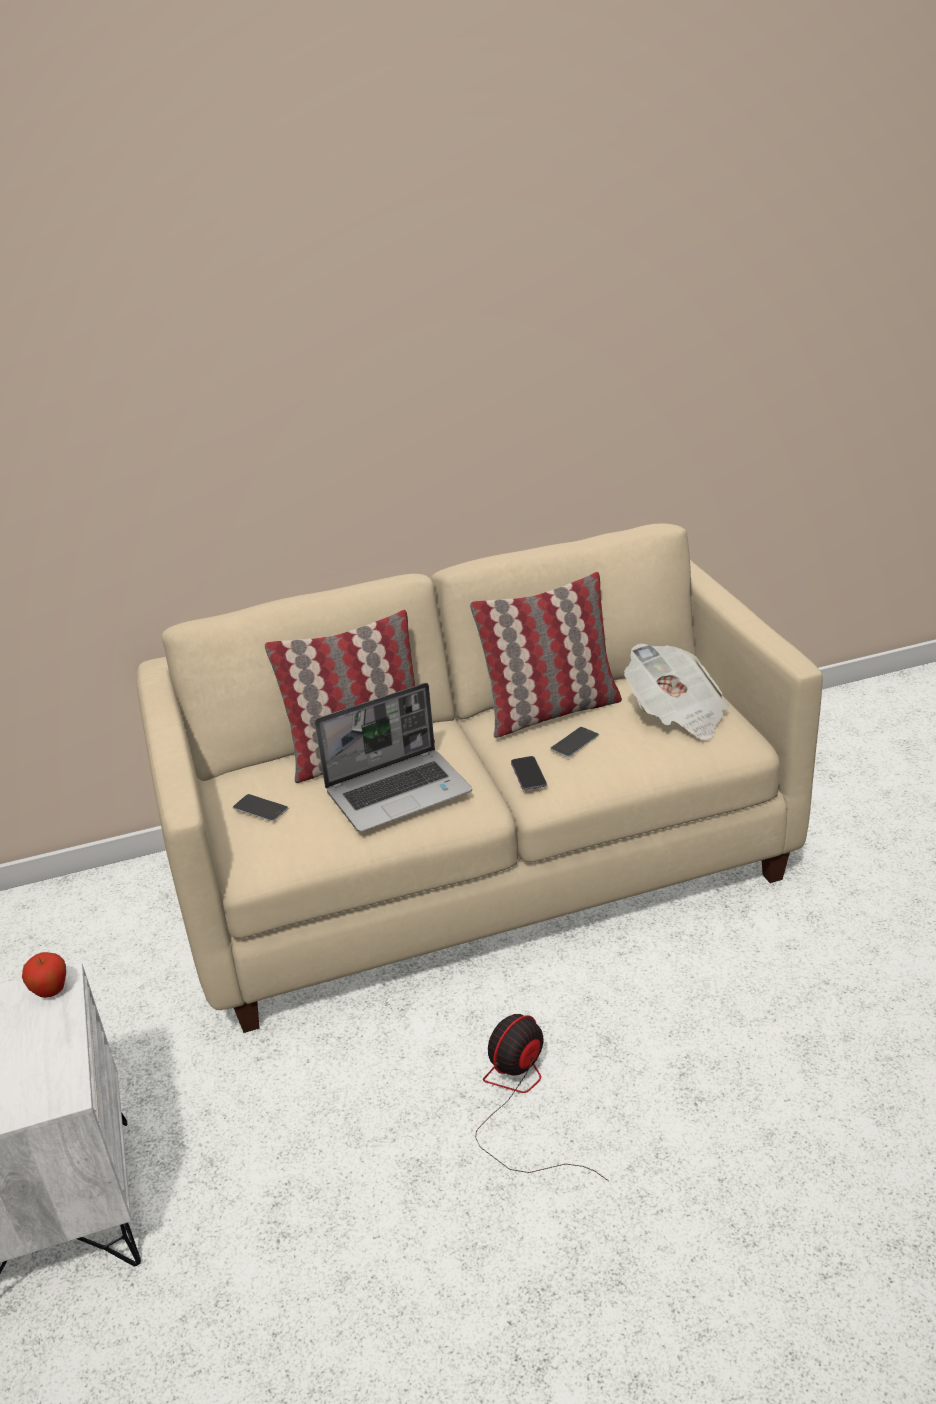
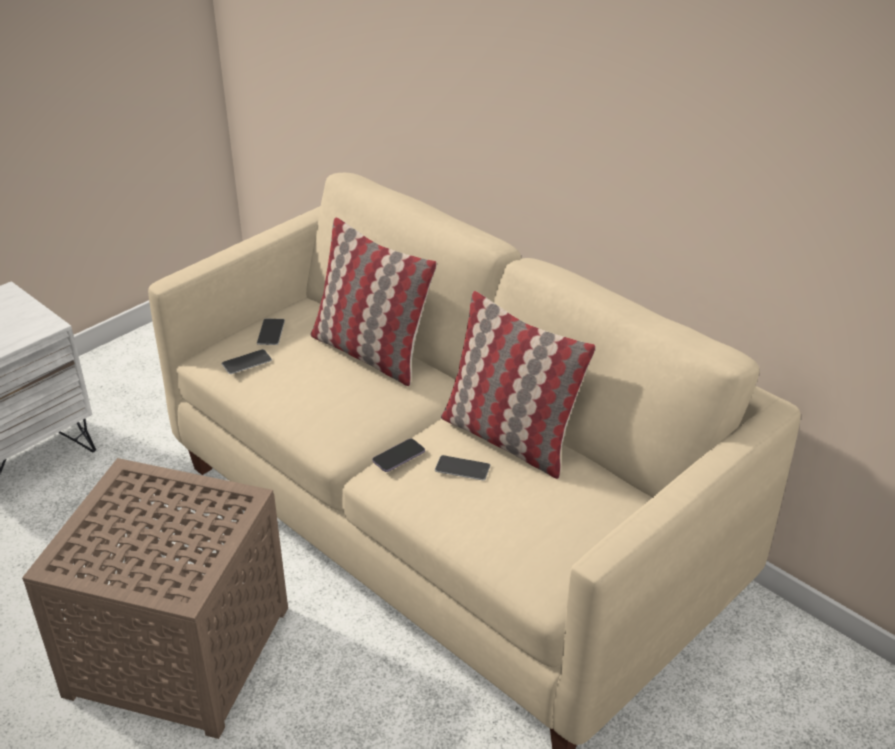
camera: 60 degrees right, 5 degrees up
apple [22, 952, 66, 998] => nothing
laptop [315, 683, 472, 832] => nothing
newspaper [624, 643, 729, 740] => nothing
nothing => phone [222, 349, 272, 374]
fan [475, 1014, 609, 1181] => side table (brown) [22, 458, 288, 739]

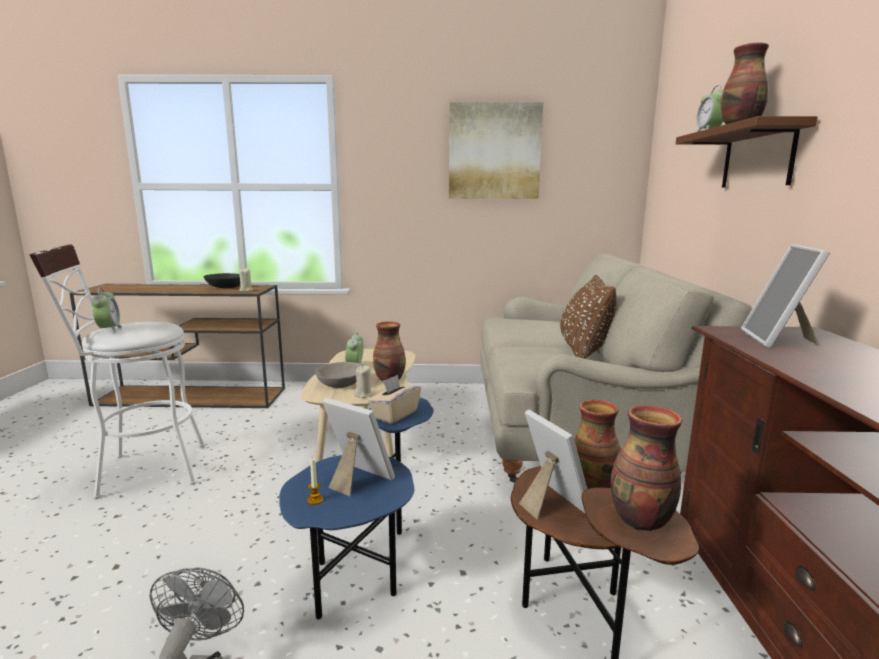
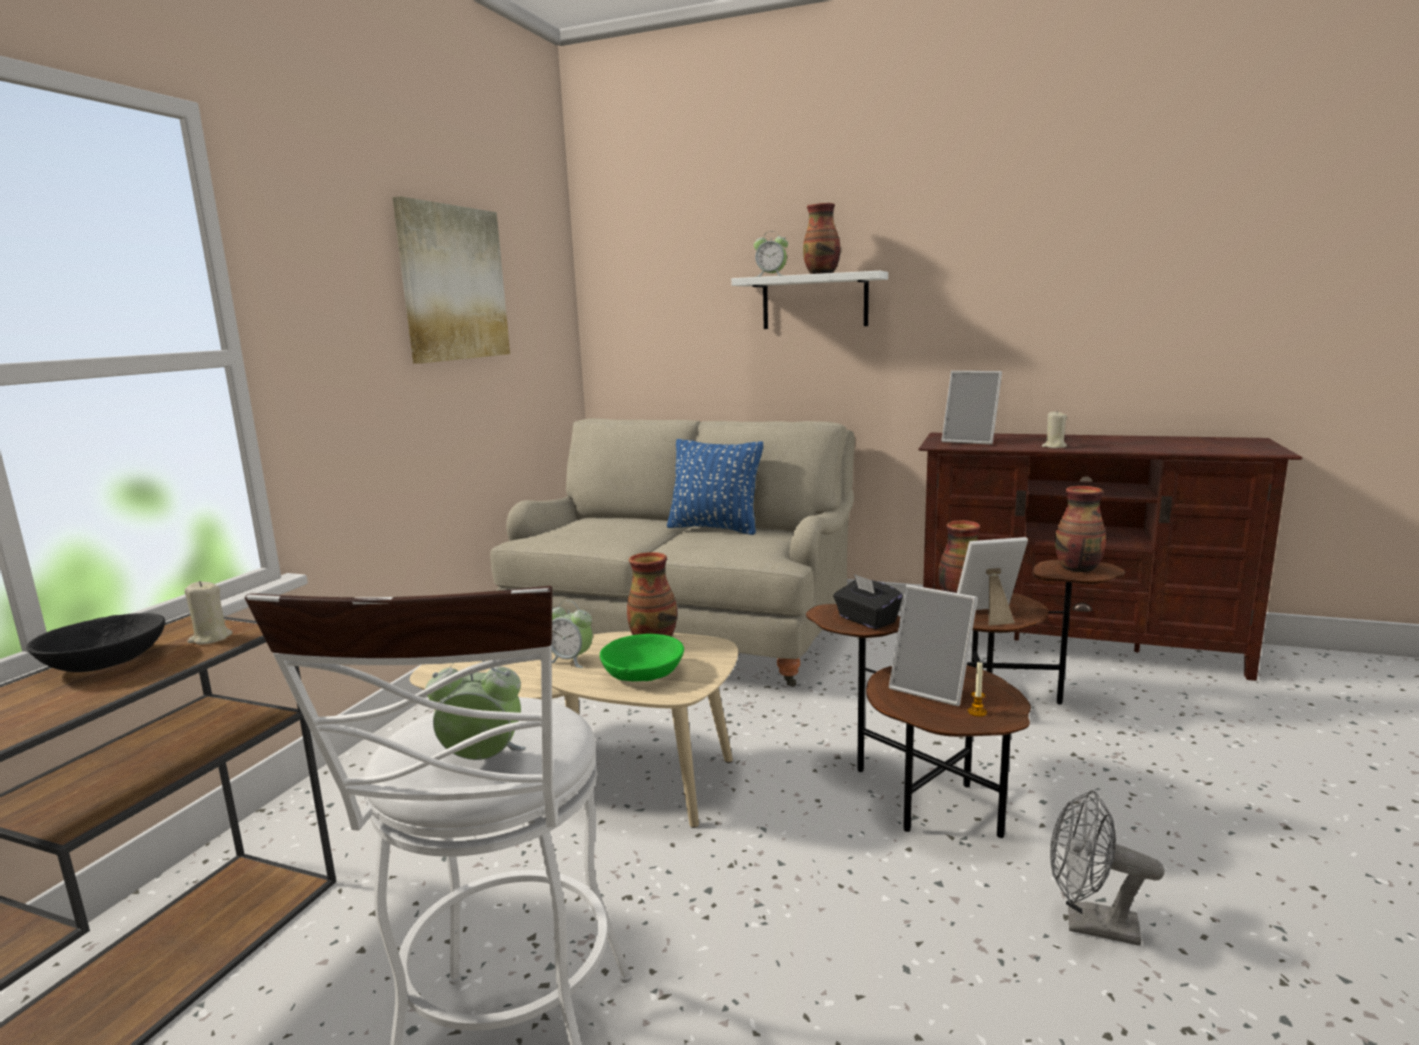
camera: 70 degrees left, 0 degrees up
candle (beige) [354, 366, 373, 398] => candle (beige) [1042, 411, 1067, 448], relocated
side table (blue) [279, 398, 434, 619] => side table (brown) [806, 604, 1031, 838]
bowl (grey) [315, 362, 364, 388] => bowl (green) [600, 634, 684, 681]
tissue box (beige) [368, 375, 421, 424] => tissue box (black) [833, 574, 903, 629]
pillow (brown) [560, 275, 617, 359] => pillow (blue) [667, 439, 763, 535]
shelf (brown) [676, 116, 818, 187] => shelf (white) [731, 271, 888, 329]
picture frame [322, 398, 395, 496] => picture frame [889, 585, 978, 706], 105 degrees counterclockwise

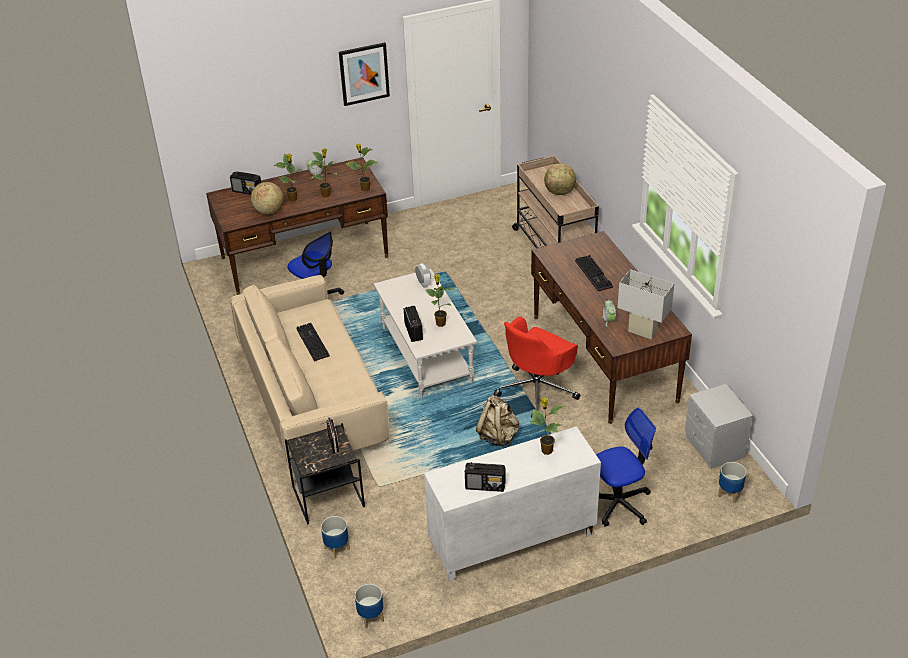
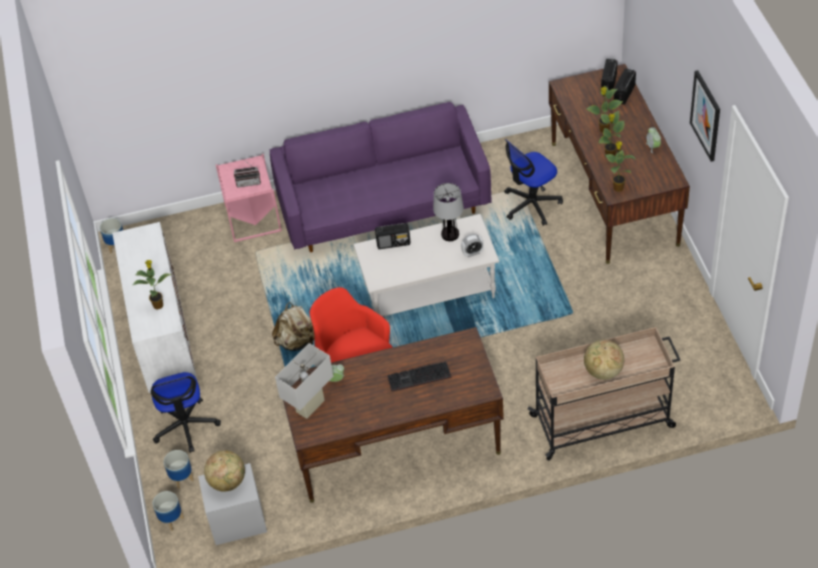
camera: 100 degrees right, 10 degrees up
keyboard [296, 323, 330, 361] => nothing
potted plant [425, 274, 454, 327] => nothing
nothing => table lamp [433, 183, 464, 241]
globe [251, 182, 284, 215] => globe [204, 450, 245, 492], relocated
planter [321, 516, 350, 559] => planter [164, 450, 194, 489], relocated
radio [465, 462, 505, 492] => radio [601, 59, 618, 90], relocated
sofa (beige) [230, 275, 390, 468] => sofa (purple) [269, 102, 492, 252]
side table (black) [285, 423, 365, 525] => side table (pink) [216, 154, 282, 242]

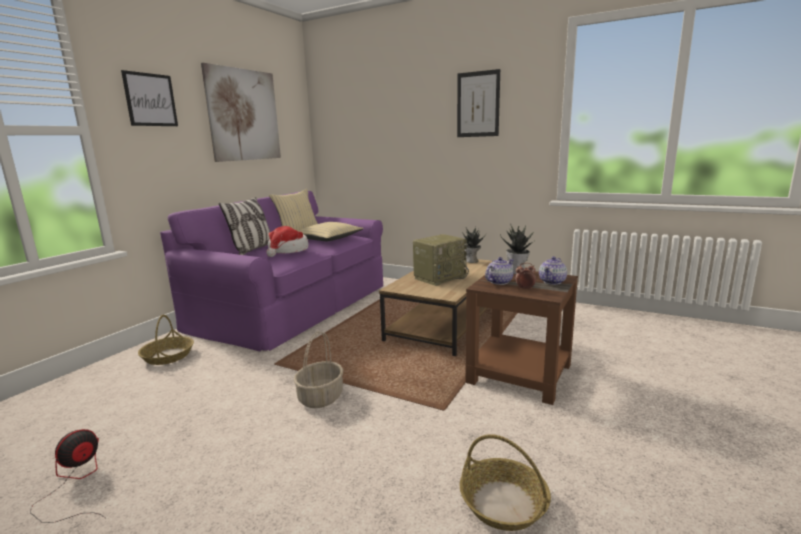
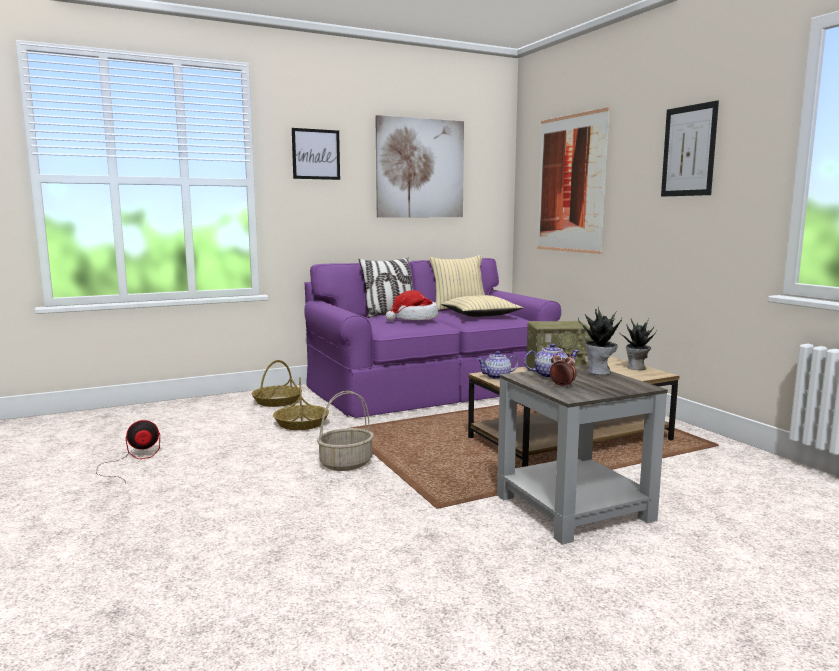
camera: 35 degrees right, 5 degrees down
nothing => picture [537, 107, 610, 254]
basket [460, 434, 551, 531] => basket [273, 377, 329, 430], relocated
teapot [539, 257, 567, 285] => teapot [477, 351, 518, 379], relocated
side table (brown) [465, 271, 578, 405] => side table (grey) [497, 364, 668, 545]

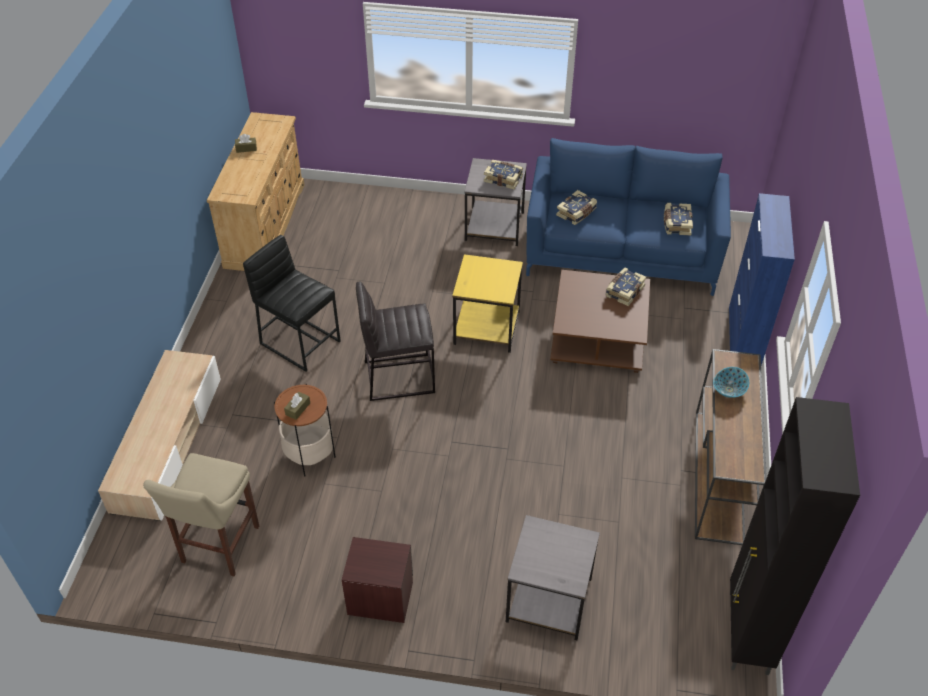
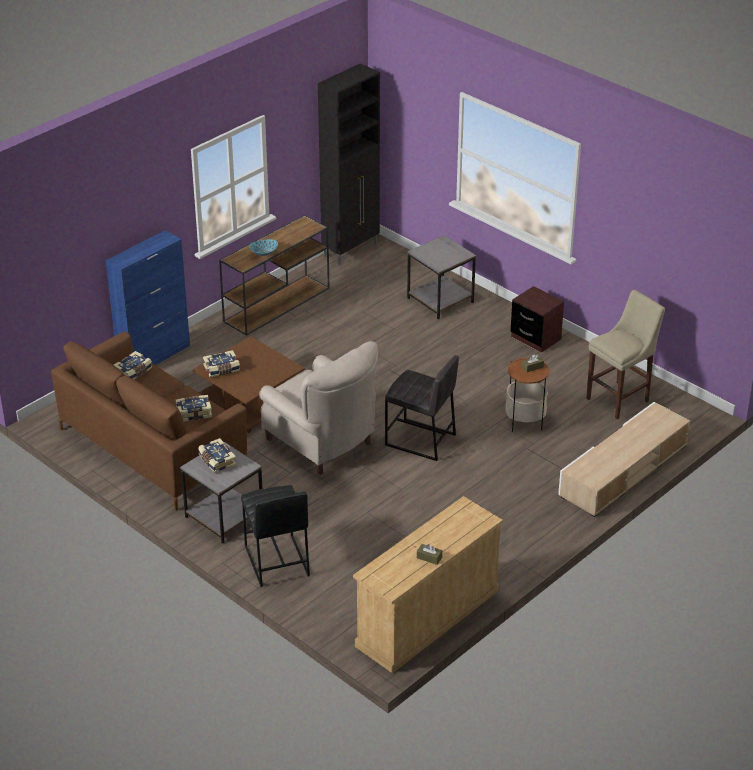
camera: 145 degrees left, 10 degrees down
stool (black) [243, 235, 341, 372] => stool (black) [241, 485, 310, 587], relocated
side table (yellow) [452, 254, 523, 353] => armchair (beige) [259, 341, 378, 475]
sofa (blue) [526, 138, 731, 296] => sofa (brown) [51, 331, 248, 511]

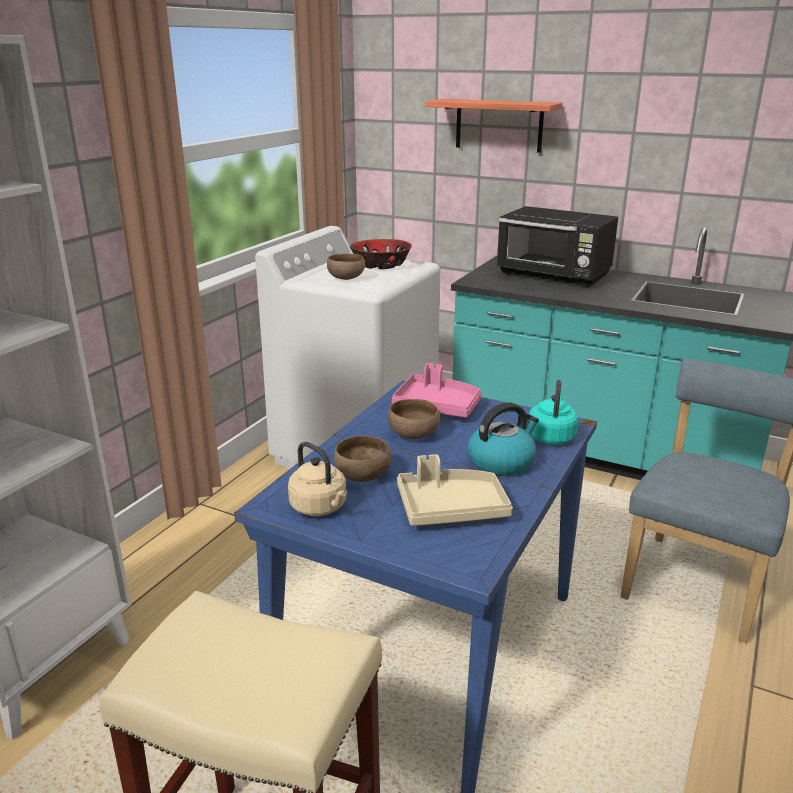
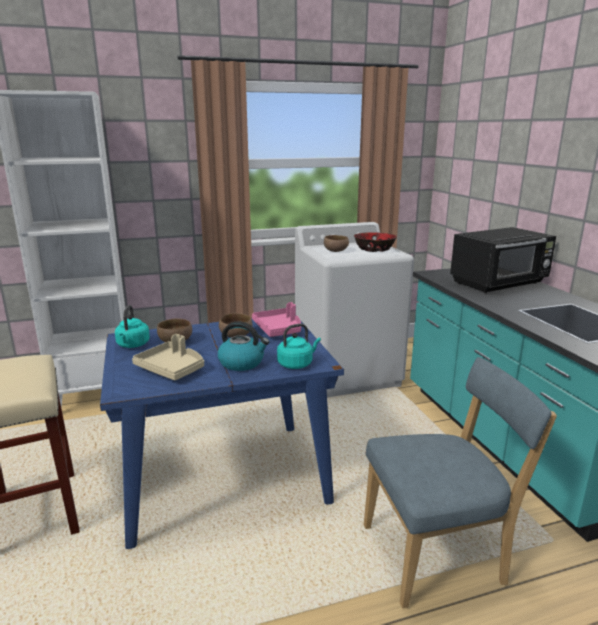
camera: 45 degrees right, 5 degrees down
shelf [426, 99, 563, 153] => nothing
kettle (beige) [288, 442, 347, 516] => kettle (turquoise) [115, 305, 150, 348]
microwave (black) [497, 206, 618, 288] => microwave (black) [450, 227, 556, 293], 105 degrees counterclockwise

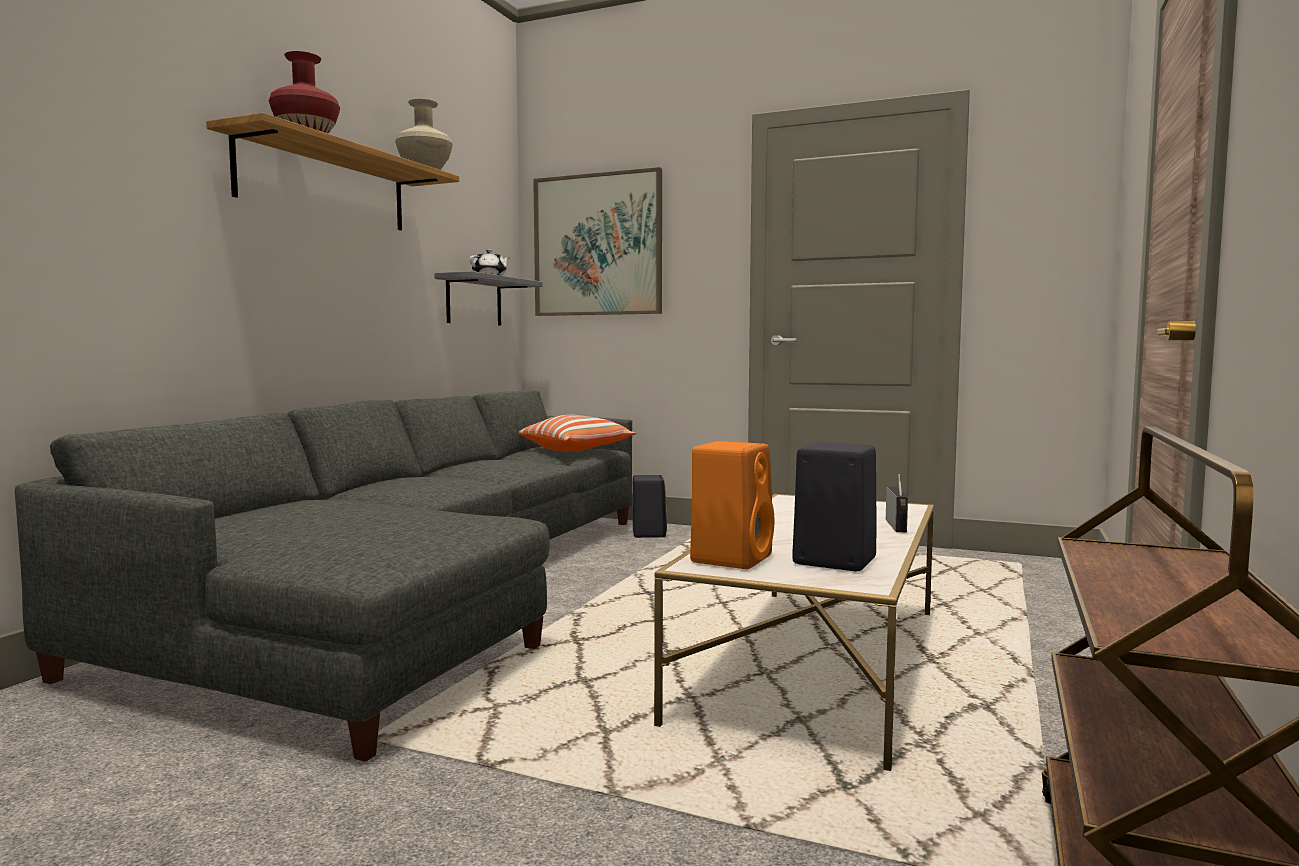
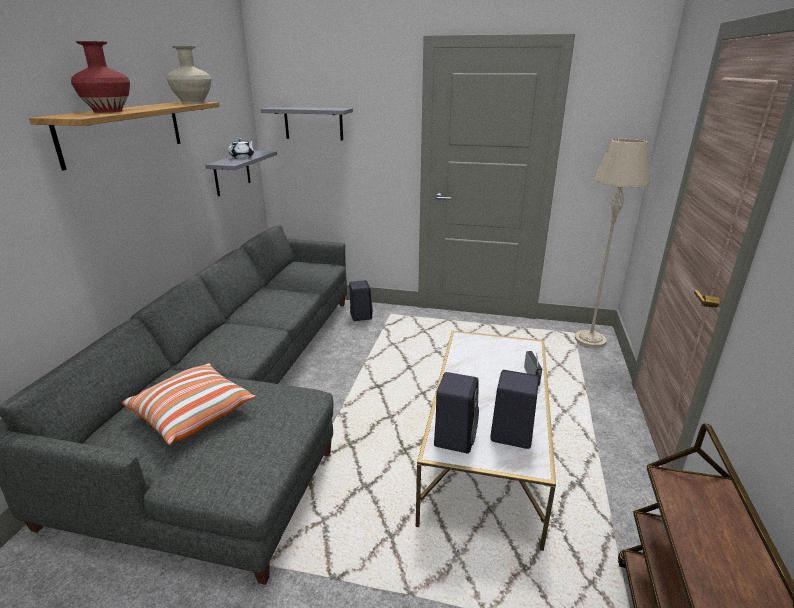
camera: 10 degrees left, 20 degrees up
nothing => floor lamp (beige) [575, 138, 651, 348]
pillow [518, 415, 636, 452] => pillow [122, 363, 256, 445], relocated
picture [533, 167, 662, 316] => shelf (grey) [261, 107, 353, 141]
speaker (orange) [690, 441, 774, 569] => speaker (black) [434, 372, 479, 454]

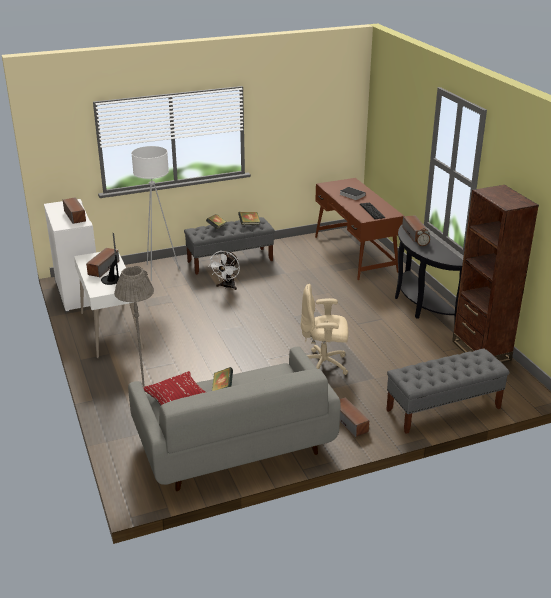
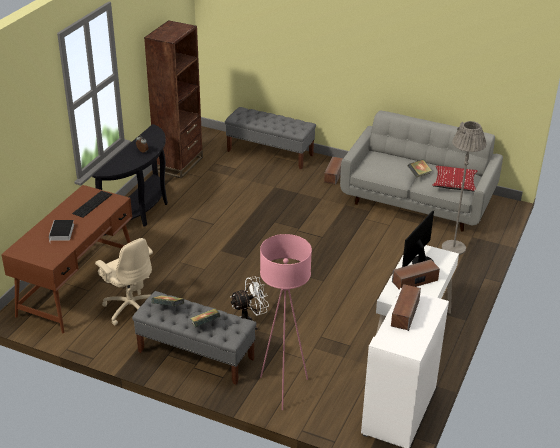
camera: 135 degrees left, 5 degrees up
speaker [402, 215, 428, 242] => nothing
office chair (beige) [301, 284, 348, 375] => office chair (beige) [95, 238, 153, 325], relocated
floor lamp (white) [131, 146, 180, 281] => floor lamp (pink) [260, 234, 312, 410]

